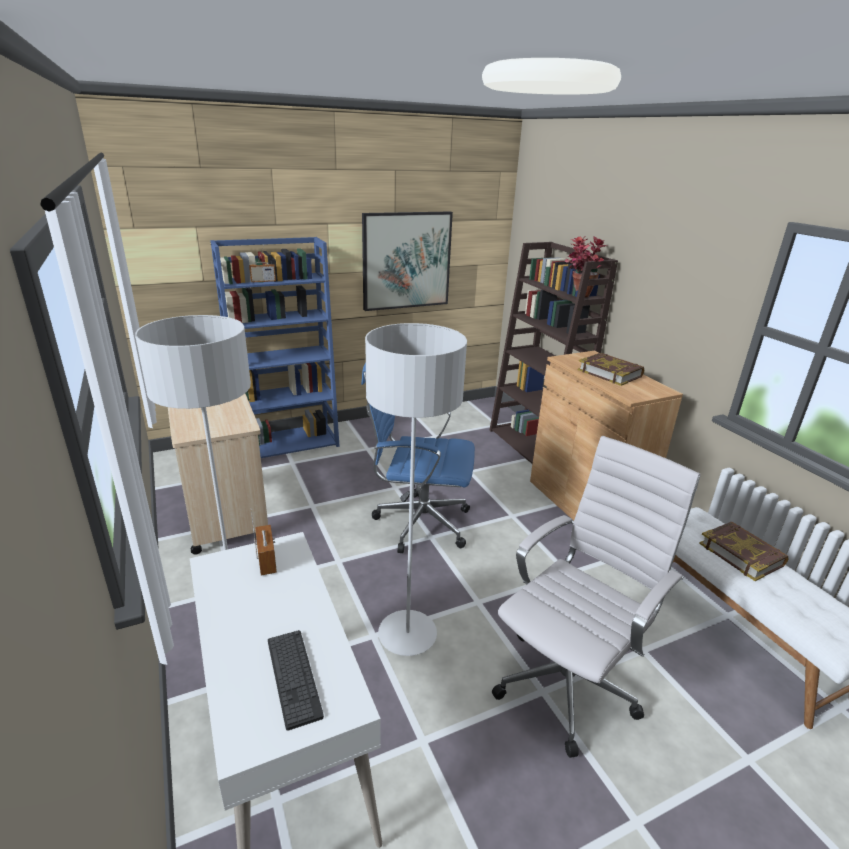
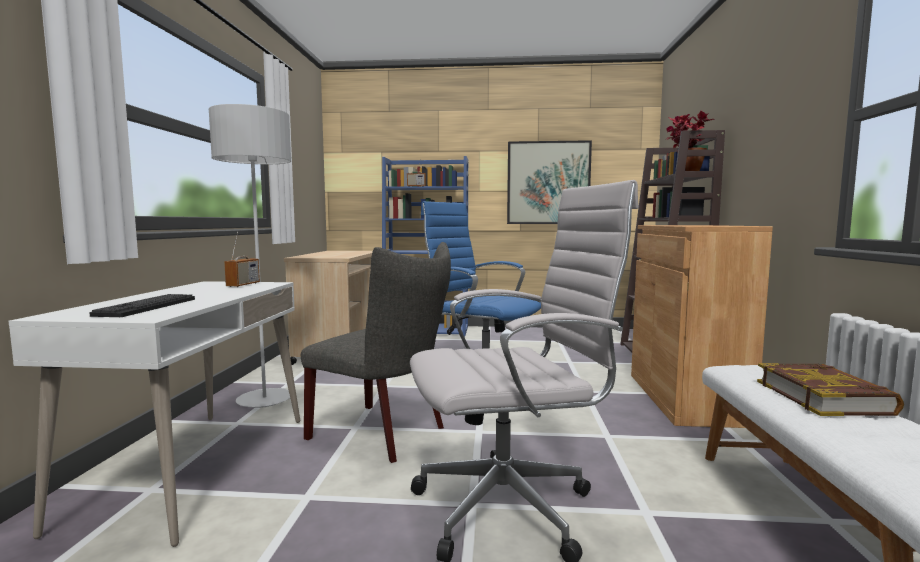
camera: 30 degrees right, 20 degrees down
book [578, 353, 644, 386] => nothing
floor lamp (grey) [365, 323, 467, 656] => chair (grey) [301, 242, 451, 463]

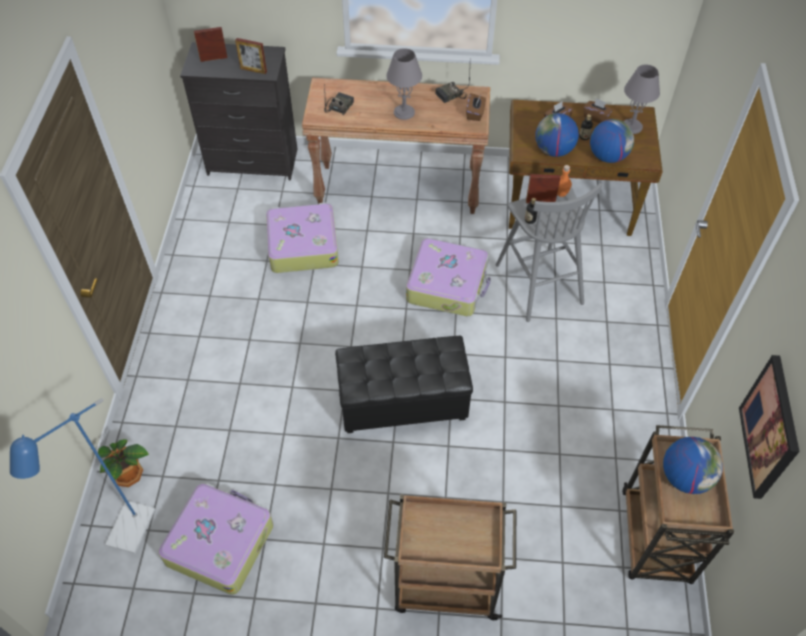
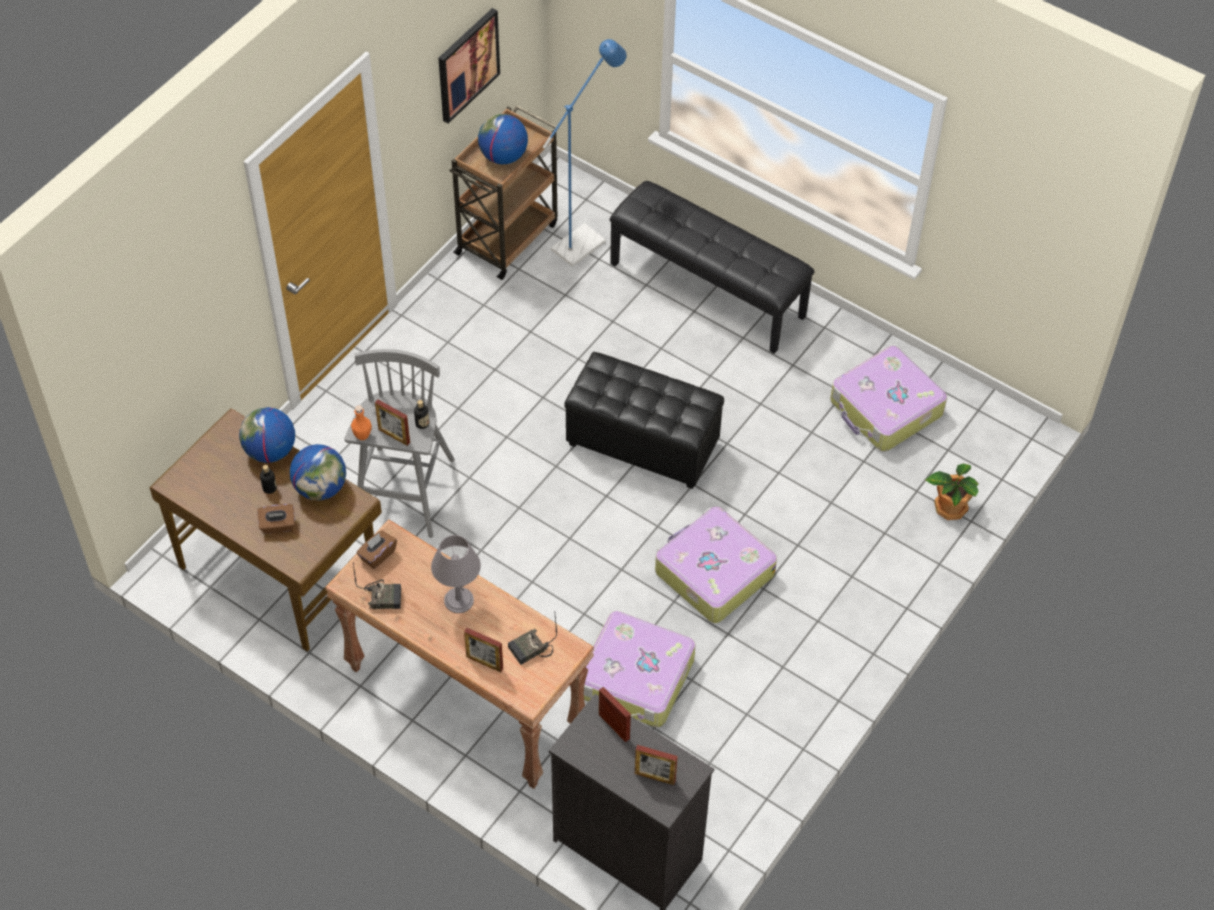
camera: 150 degrees left, 0 degrees up
tissue box (brown) [583, 98, 613, 123] => nothing
table lamp (grey) [623, 64, 660, 134] => nothing
nothing => picture frame [464, 628, 503, 672]
floor lamp (blue) [10, 398, 155, 554] => floor lamp (blue) [543, 39, 627, 267], relocated
suitcase [406, 238, 491, 316] => suitcase [655, 507, 777, 623], relocated
cart (brown) [384, 494, 516, 620] => bench (black) [610, 181, 815, 354]

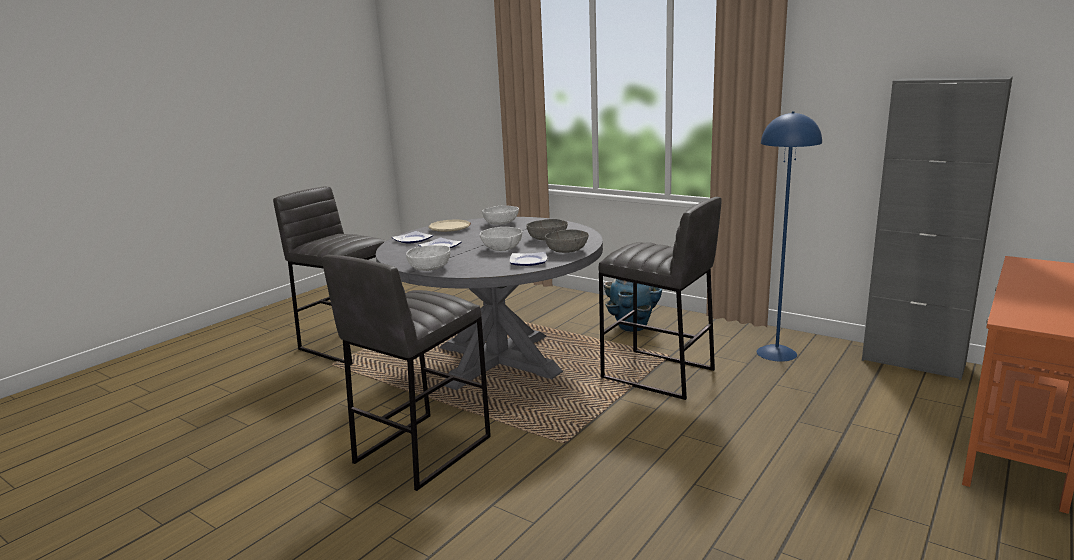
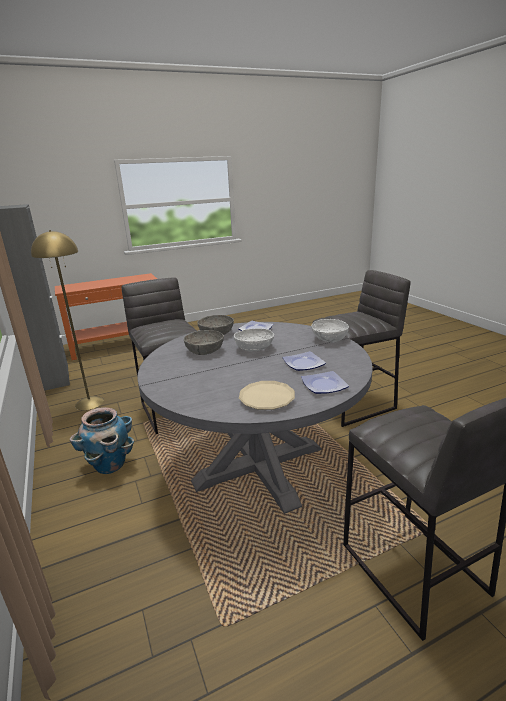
camera: 150 degrees left, 5 degrees up
bowl (white) [482, 205, 519, 224] => nothing
floor lamp (blue) [757, 111, 822, 362] => floor lamp (yellow) [31, 230, 104, 410]

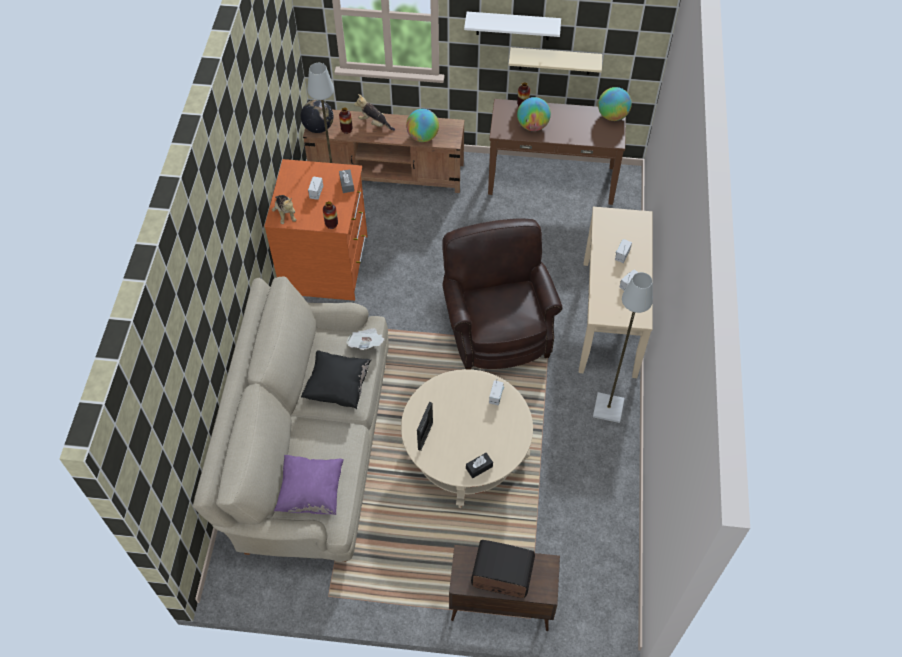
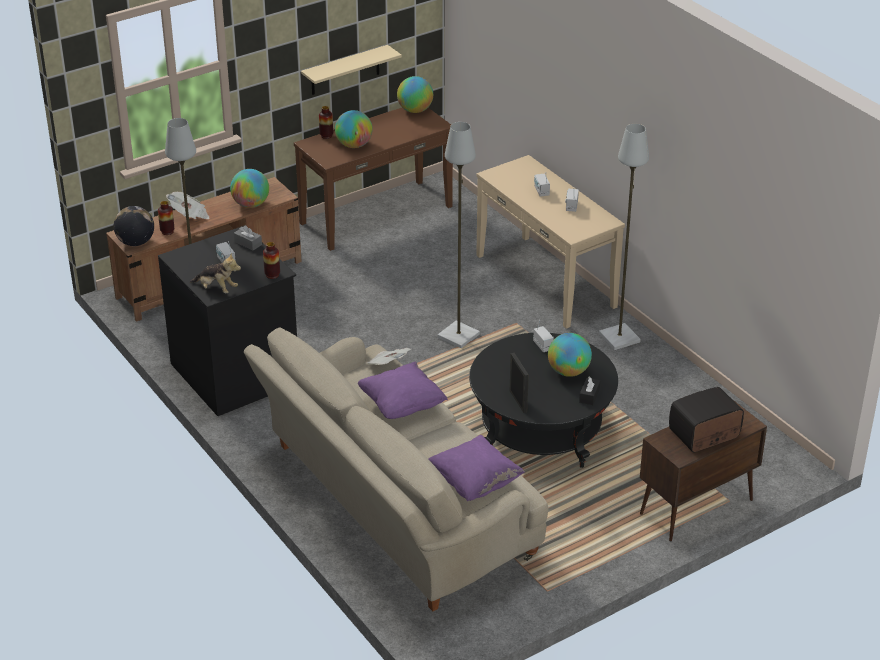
camera: 40 degrees left, 20 degrees down
shelf (white) [464, 12, 561, 40] => nothing
nothing => globe [548, 333, 592, 377]
plush toy [354, 94, 395, 131] => newspaper [166, 192, 210, 219]
armchair (brown) [442, 218, 563, 370] => floor lamp (grey) [438, 122, 480, 348]
dresser (orange) [264, 159, 368, 301] => dresser (black) [158, 226, 297, 416]
pillow (black) [301, 350, 371, 409] => pillow (purple) [358, 362, 448, 419]
coffee table (beige) [401, 369, 533, 508] => coffee table (black) [469, 333, 618, 468]

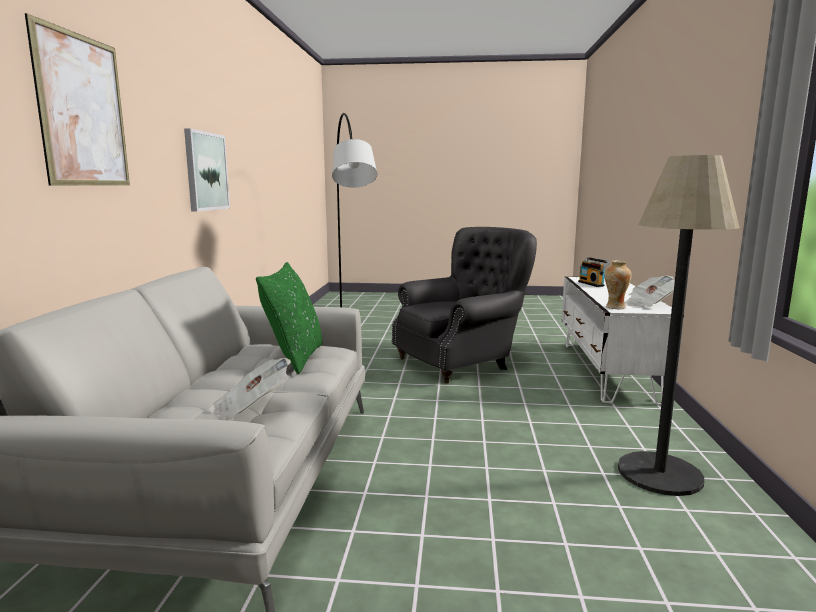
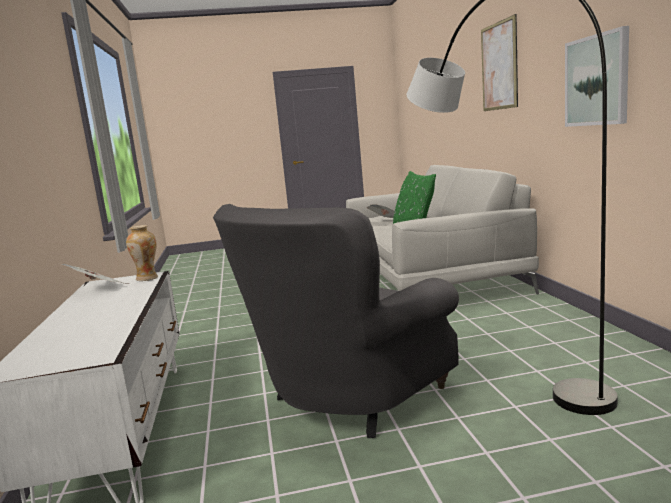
camera: 165 degrees right, 0 degrees up
radio [578, 257, 610, 287] => nothing
floor lamp [618, 155, 740, 496] => nothing

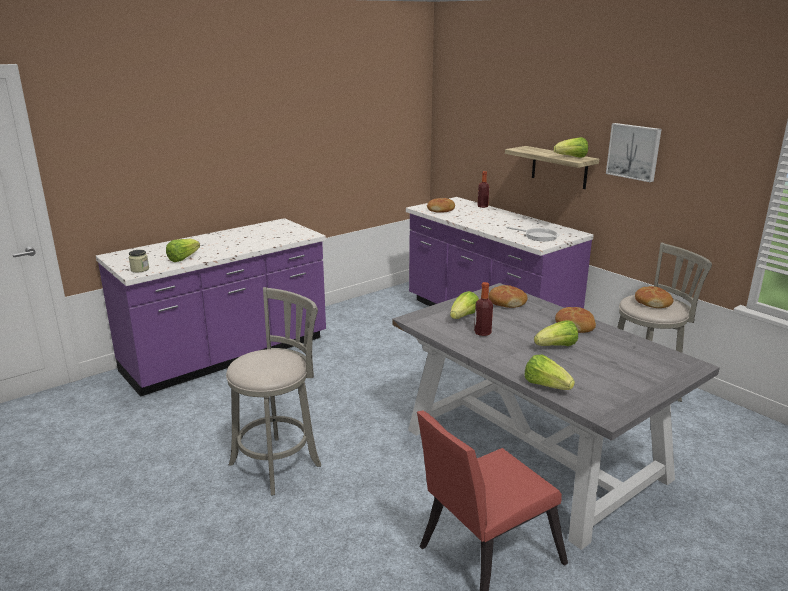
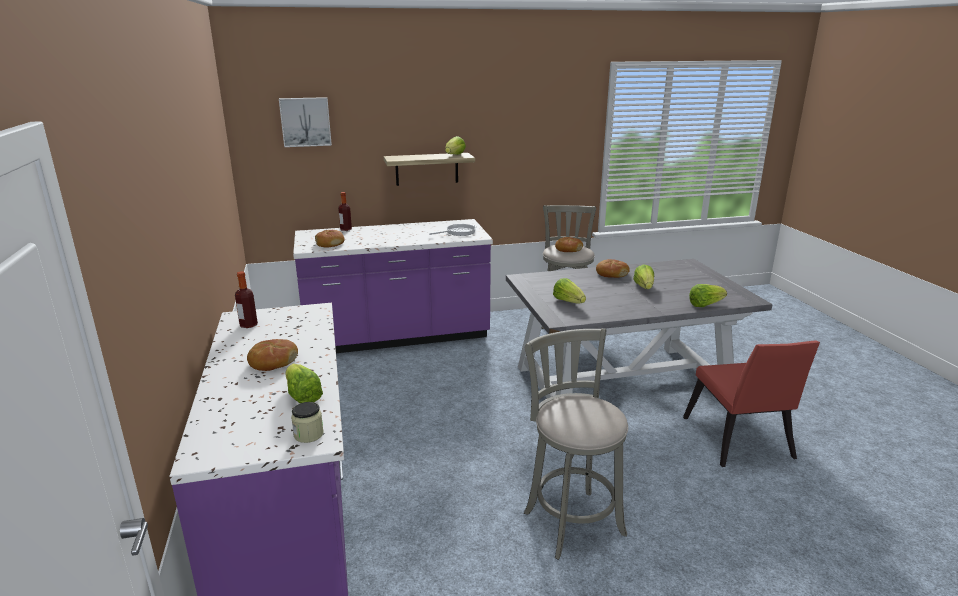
camera: 65 degrees left, 0 degrees up
bottle [474, 282, 493, 336] => bottle [235, 271, 258, 328], relocated
bread [489, 285, 528, 308] => bread [247, 339, 298, 371], relocated
picture [606, 123, 662, 182] => picture [279, 97, 332, 147], relocated

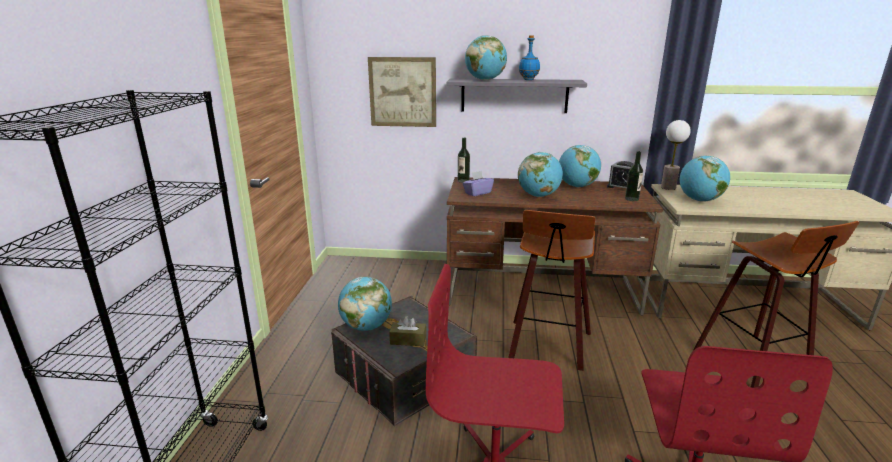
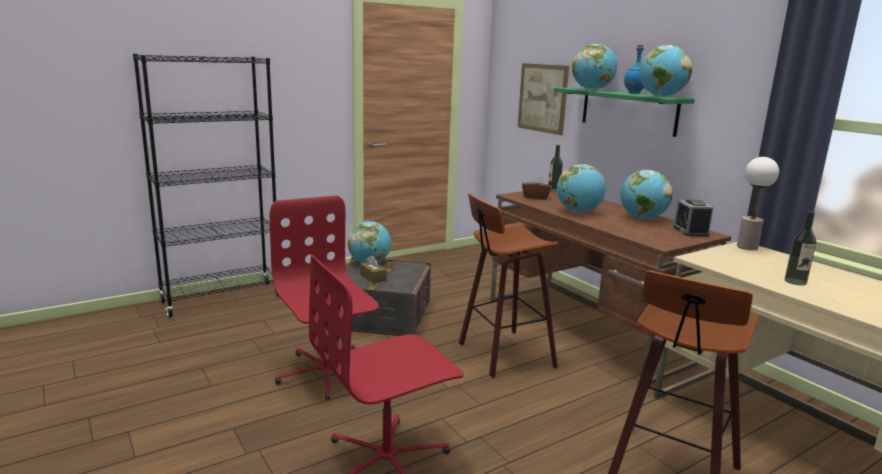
camera: 50 degrees right, 5 degrees down
bottle [625, 151, 643, 201] => bottle [785, 211, 816, 286], relocated
globe [680, 156, 730, 202] => globe [639, 45, 692, 97], relocated
shelf (grey) [446, 78, 587, 113] => shelf (green) [553, 88, 695, 137]
tissue box (purple) [462, 171, 494, 196] => tissue box (brown) [522, 175, 552, 200]

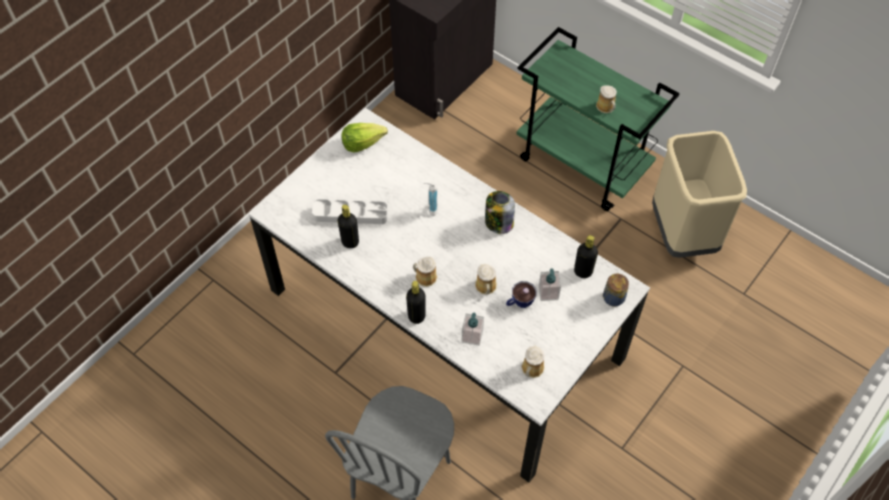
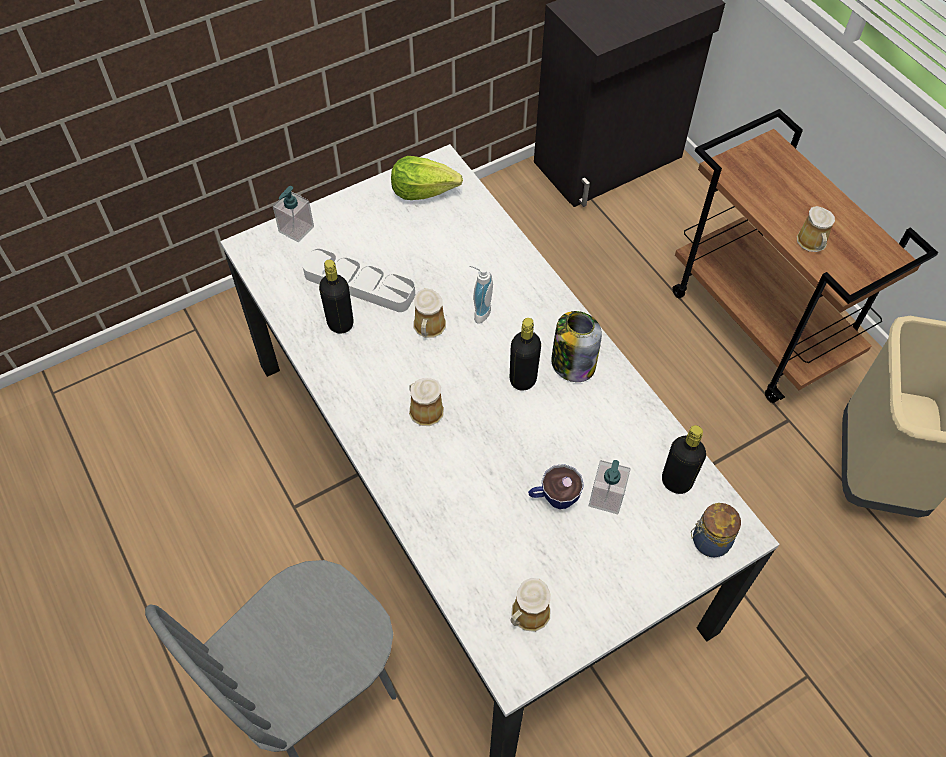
camera: 20 degrees right, 0 degrees up
bottle (black) [406, 281, 426, 324] => bottle (black) [510, 318, 541, 391], relocated
soap dispenser [462, 313, 484, 346] => soap dispenser [273, 186, 314, 242], relocated
mug [475, 264, 497, 295] => mug [413, 288, 446, 338], relocated
cart (green) [516, 27, 680, 211] => cart (brown) [672, 109, 938, 403]

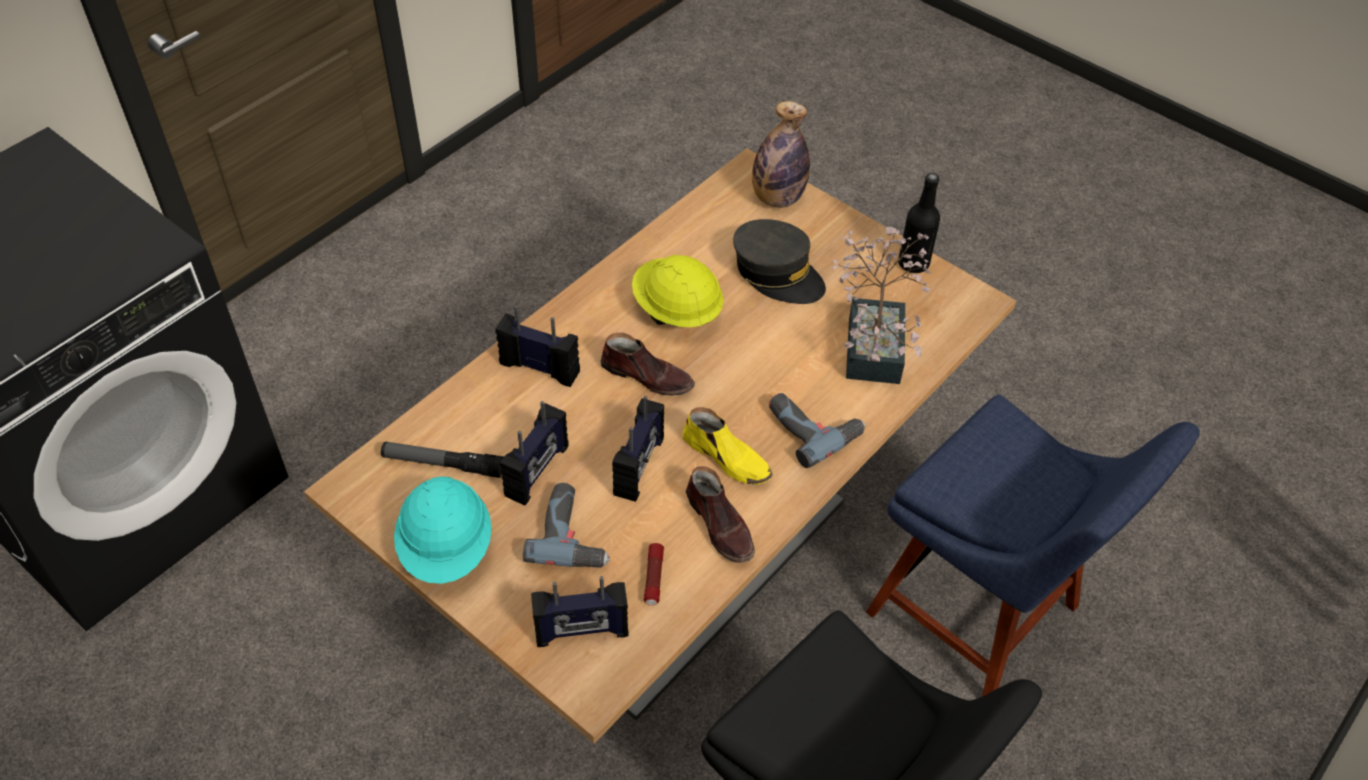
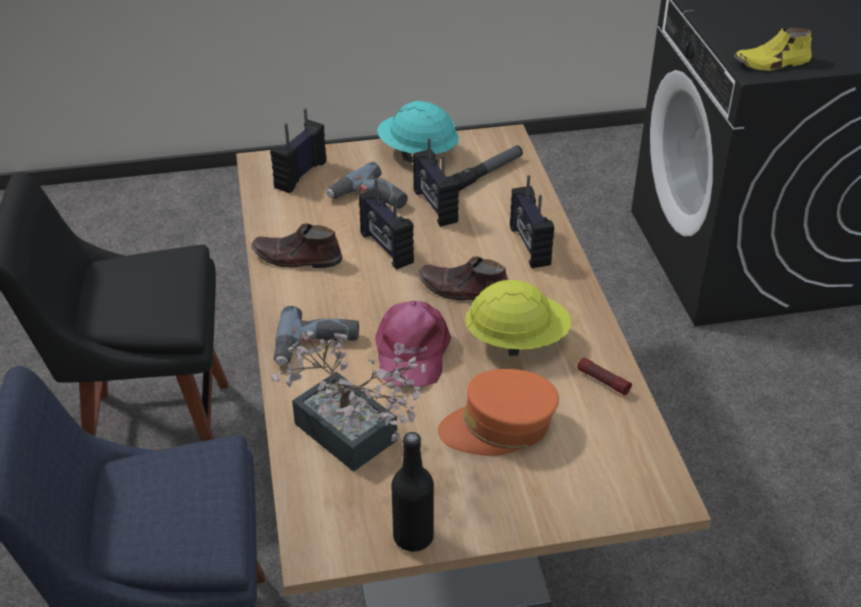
camera: 130 degrees right, 10 degrees down
bottle [752, 101, 810, 208] => nothing
nothing => cap (pink) [375, 301, 451, 386]
flashlight [644, 543, 664, 605] => flashlight [577, 358, 632, 395], relocated
shoe (yellow) [682, 407, 773, 485] => shoe (yellow) [734, 28, 812, 71], relocated
cap (grey) [733, 219, 826, 304] => cap (orange) [438, 369, 559, 456]
radio [495, 306, 580, 387] => radio [510, 175, 554, 268], 105 degrees clockwise
shoe (brown) [600, 333, 695, 396] => shoe (brown) [418, 256, 508, 301], 45 degrees clockwise

